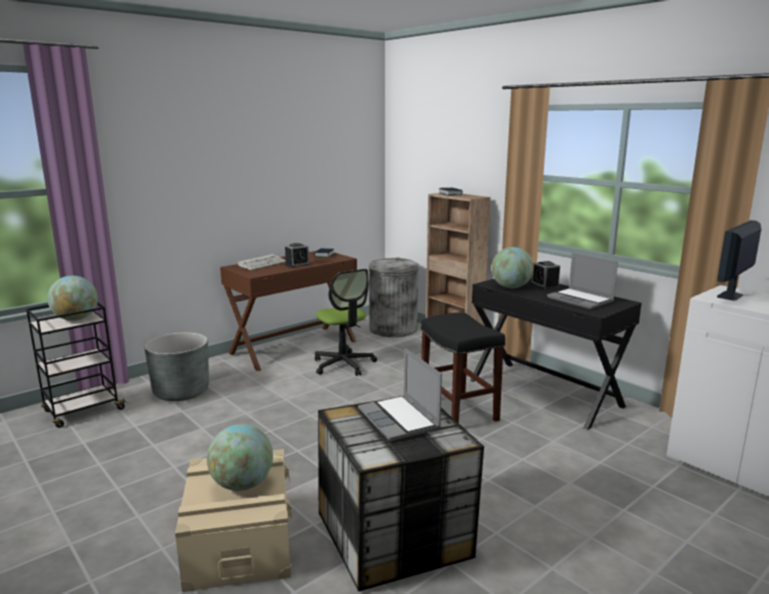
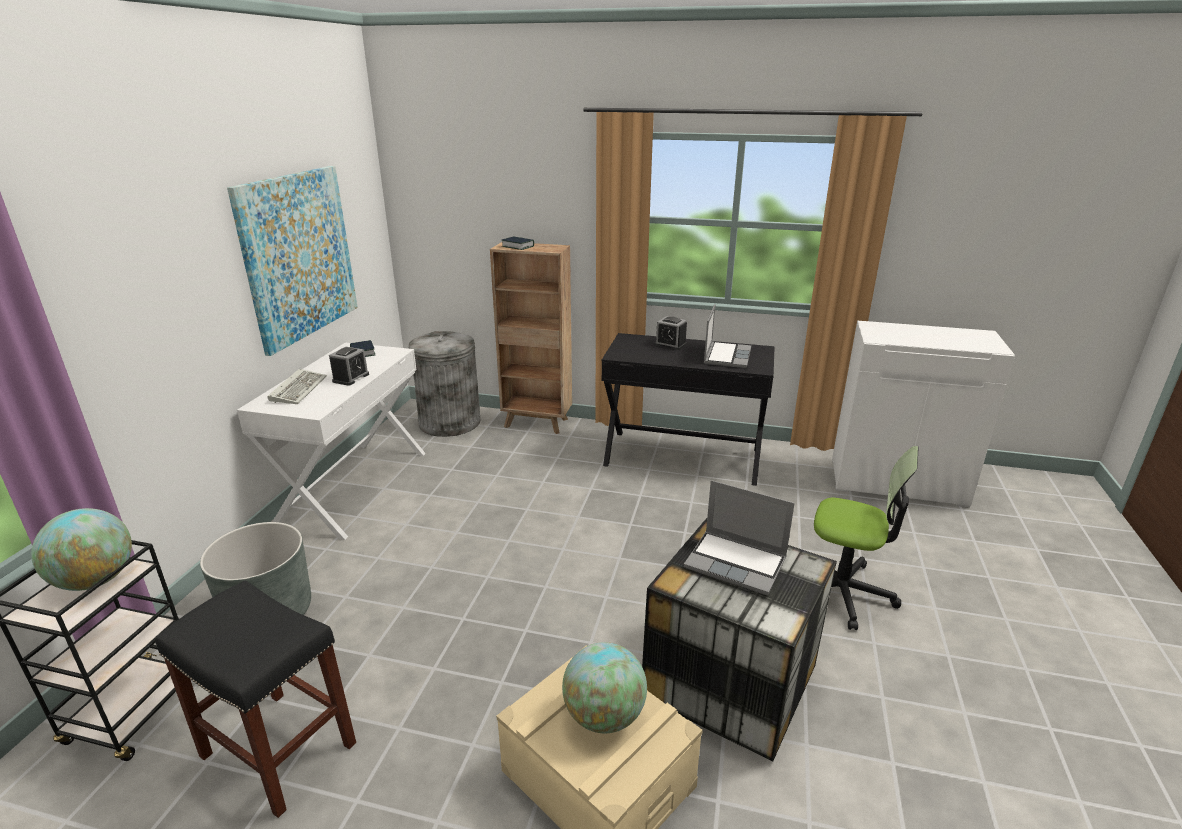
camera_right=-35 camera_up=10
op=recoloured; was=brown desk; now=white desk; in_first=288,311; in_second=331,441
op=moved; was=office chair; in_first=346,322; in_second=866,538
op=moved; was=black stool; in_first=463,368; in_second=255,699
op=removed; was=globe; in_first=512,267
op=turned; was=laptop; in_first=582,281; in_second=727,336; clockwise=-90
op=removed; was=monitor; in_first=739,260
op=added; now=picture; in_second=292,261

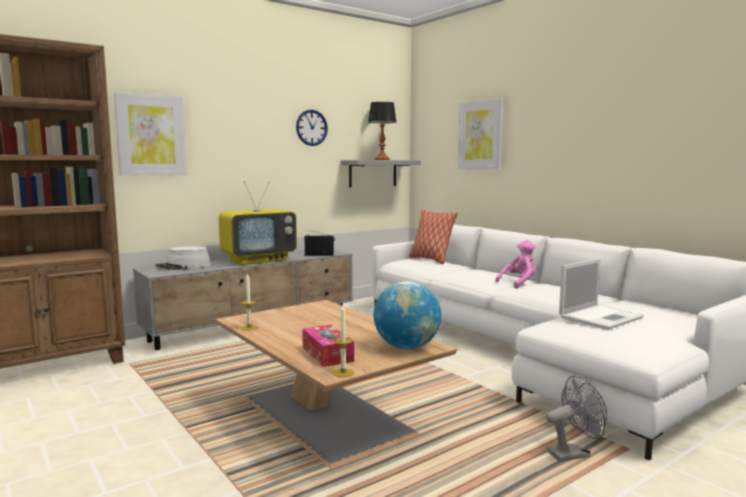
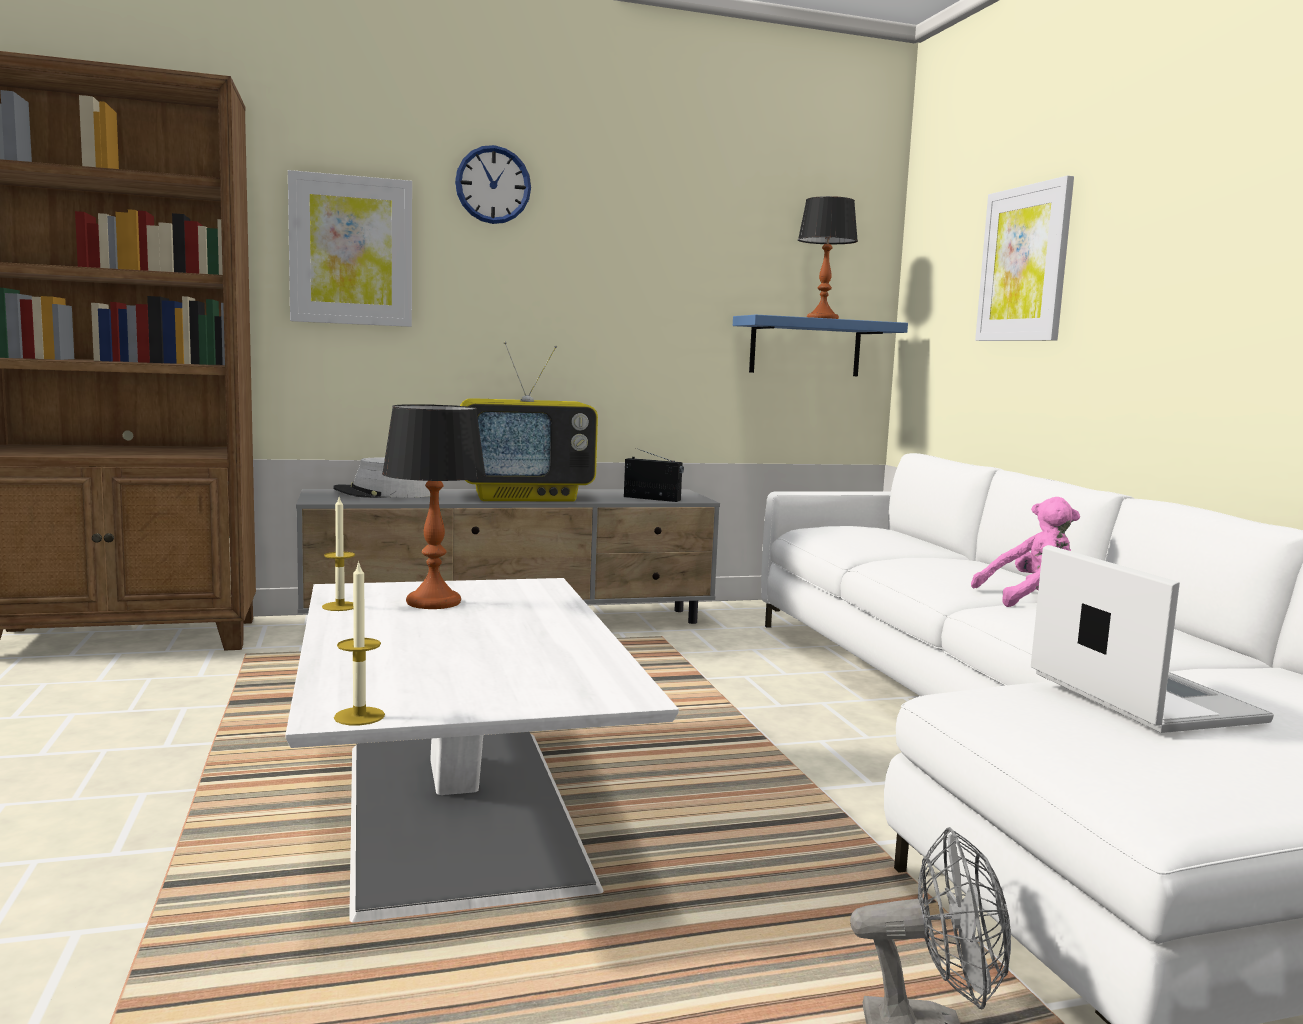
camera_right=20 camera_up=0
op=recoloured; was=brown coffee table; now=white coffee table; in_first=337,384; in_second=482,750
op=moved; was=wall clock; in_first=312,127; in_second=493,184
op=removed; was=tissue box; in_first=328,346
op=recoloured; was=grey shelf; now=blue shelf; in_first=381,173; in_second=820,345
op=removed; was=globe; in_first=408,315
op=removed; was=pillow; in_first=433,236
op=turned; was=laptop; in_first=601,294; in_second=1152,639; clockwise=-90
op=added; now=table lamp; in_second=434,506

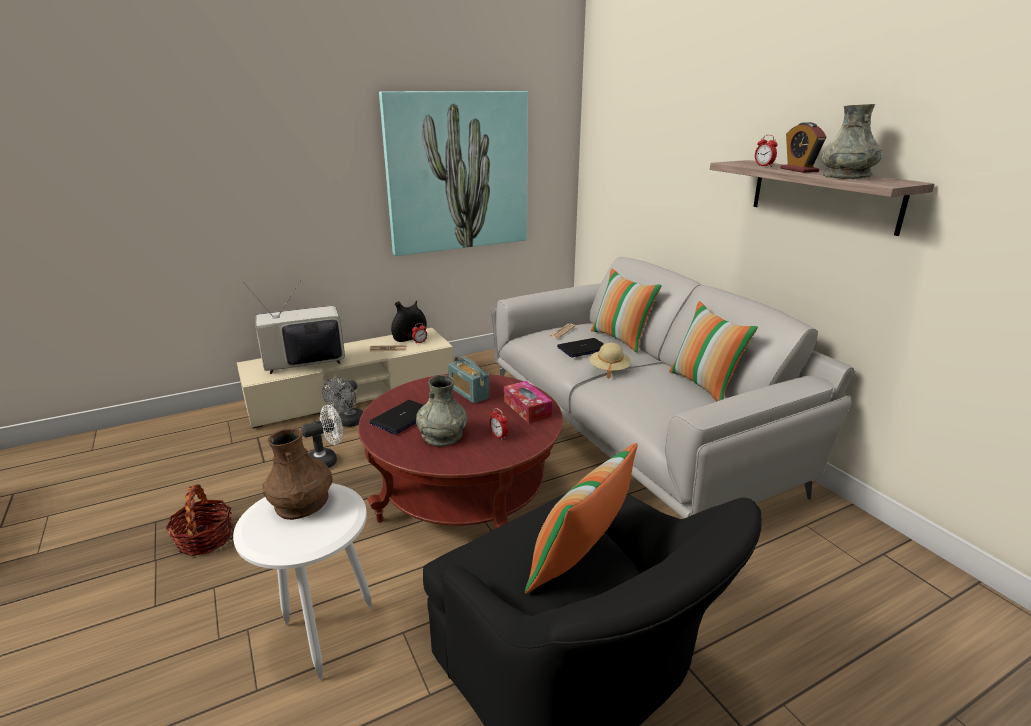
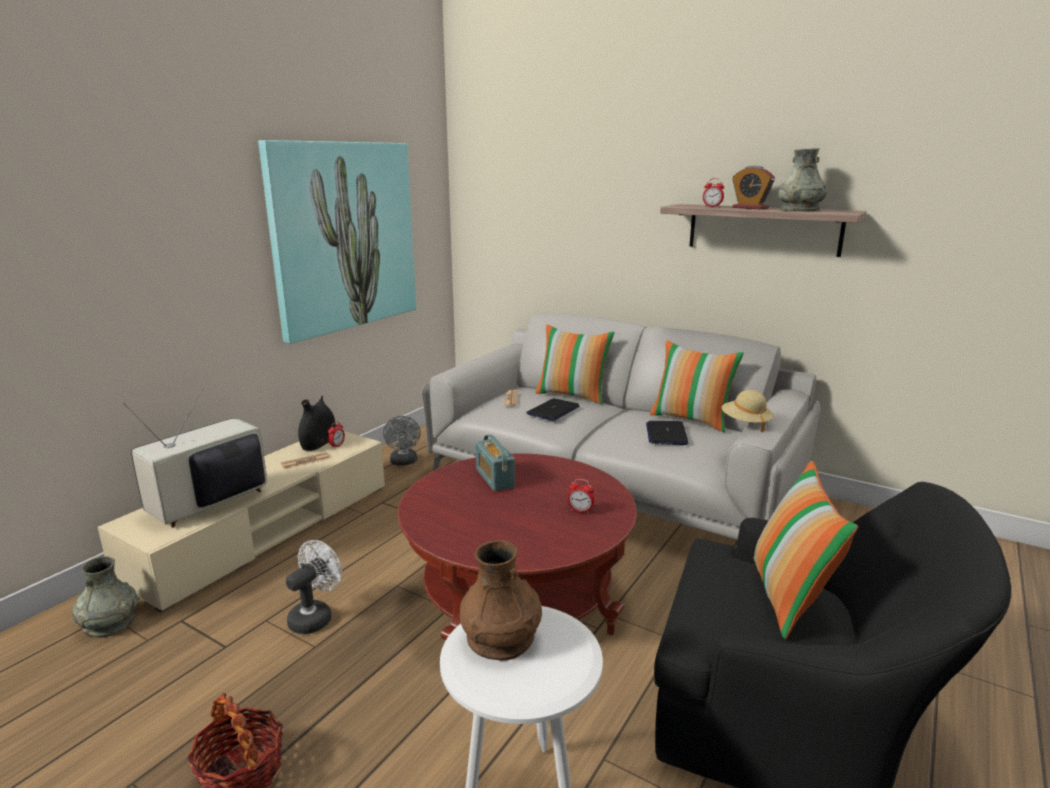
camera_right=-30 camera_up=-5
op=moved; was=grey fan; in_first=342,402; in_second=402,441
op=moved; was=laptop; in_first=396,417; in_second=667,433
op=moved; was=grey vase; in_first=441,411; in_second=105,597
op=turned; was=radio; in_first=468,379; in_second=495,462; clockwise=45
op=removed; was=tissue box; in_first=528,402
op=moved; was=beige hat; in_first=610,361; in_second=748,411

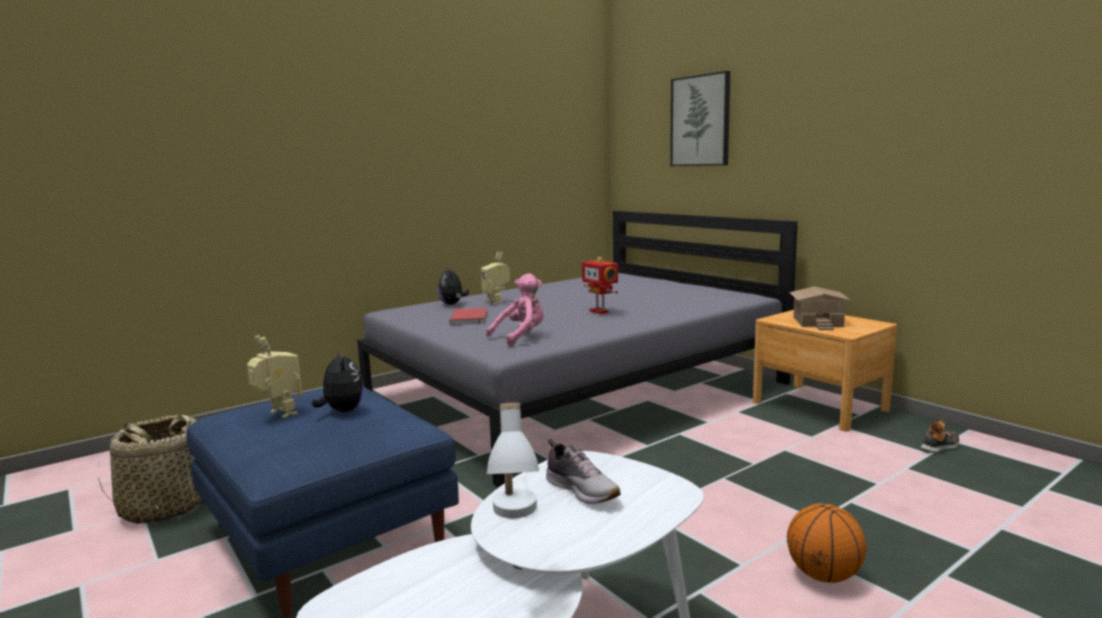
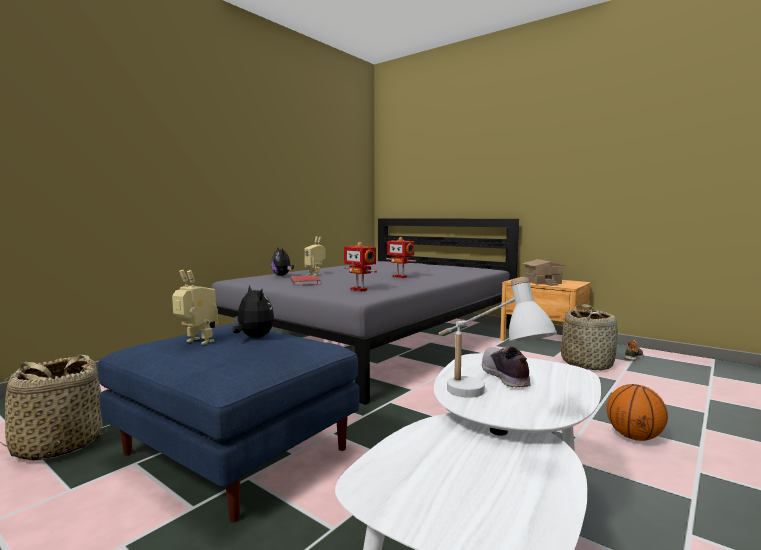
camera_right=-15 camera_up=-5
op=replaced; was=pink plush toy; now=toy robot; in_first=515,309; in_second=360,267
op=turned; was=shoe; in_first=583,471; in_second=506,366; clockwise=-135
op=removed; was=picture; in_first=700,118
op=added; now=basket; in_second=589,337

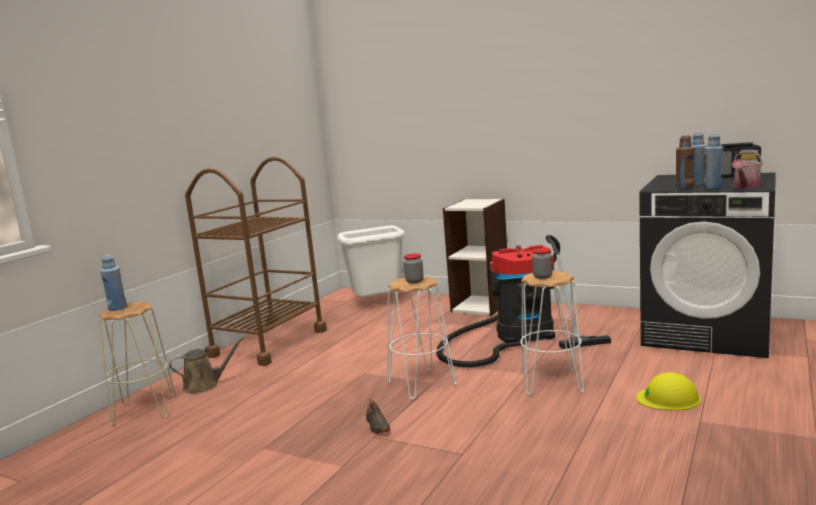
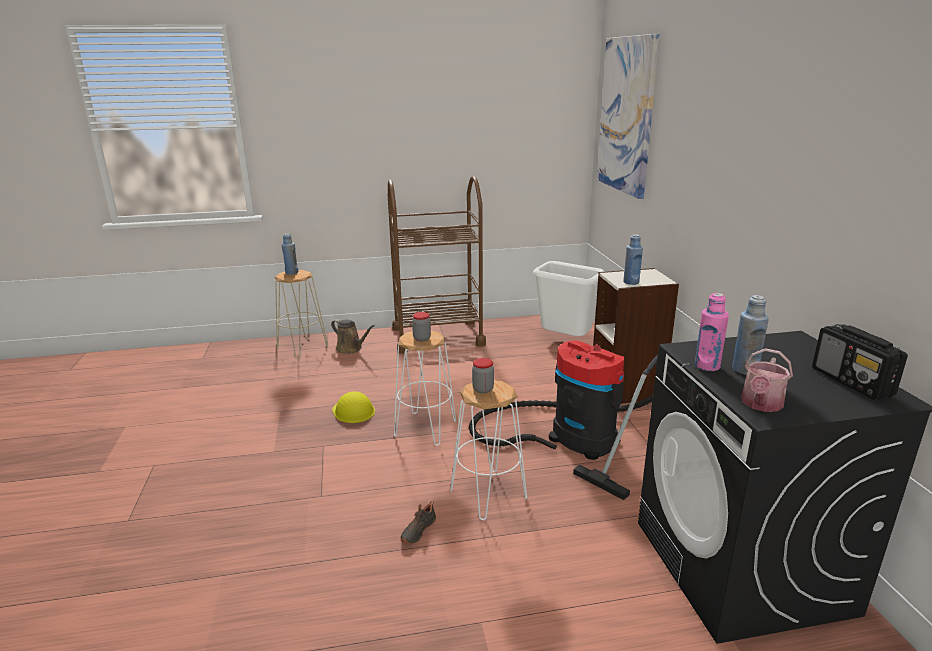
camera_right=50 camera_up=10
op=moved; was=black shoe; in_first=378,416; in_second=418,522
op=moved; was=yellow hard hat; in_first=668,391; in_second=353,407
op=recoloured; was=brown bottle; now=pink bottle; in_first=685,162; in_second=712,332
op=moved; was=blue bottle; in_first=713,161; in_second=633,259
op=turned; was=watering can; in_first=747,169; in_second=767,380; clockwise=-60
op=added; now=picture; in_second=628,116

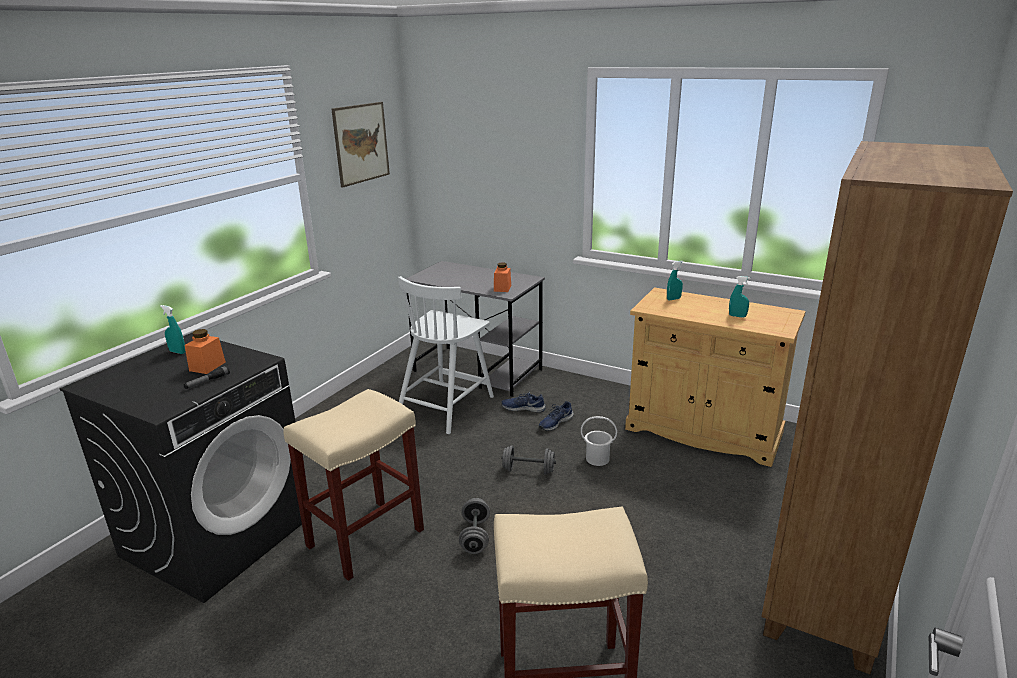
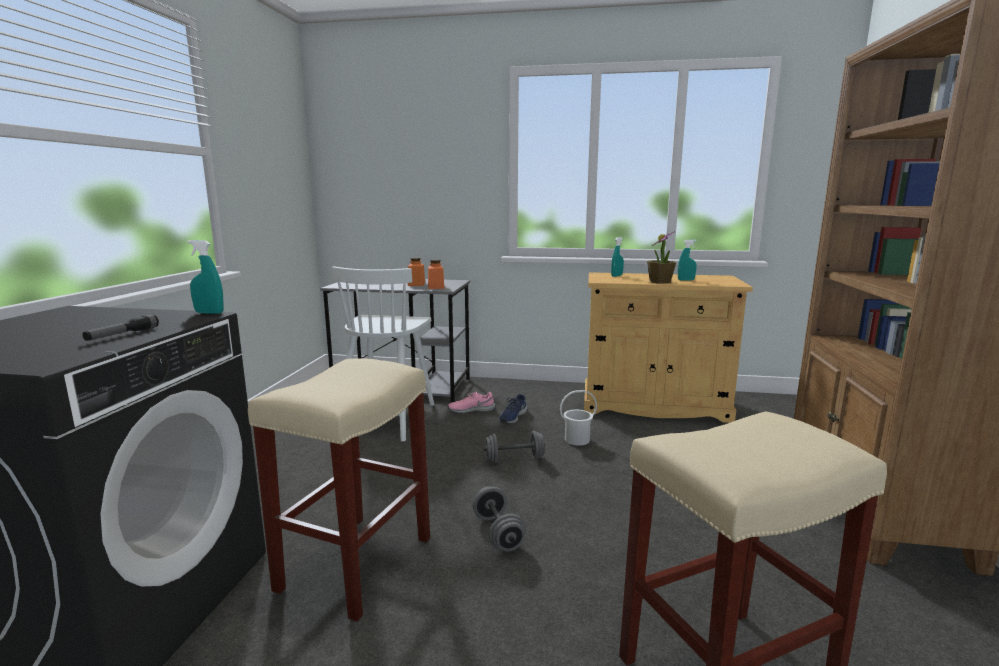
camera_right=-20 camera_up=-10
op=moved; was=turquoise spray bottle; in_first=173,329; in_second=205,277
op=moved; was=orange jar; in_first=205,351; in_second=416,271
op=removed; was=picture; in_first=360,145
op=recoloured; was=blue shoe; now=pink shoe; in_first=523,401; in_second=471,402
op=added; now=potted plant; in_second=661,257

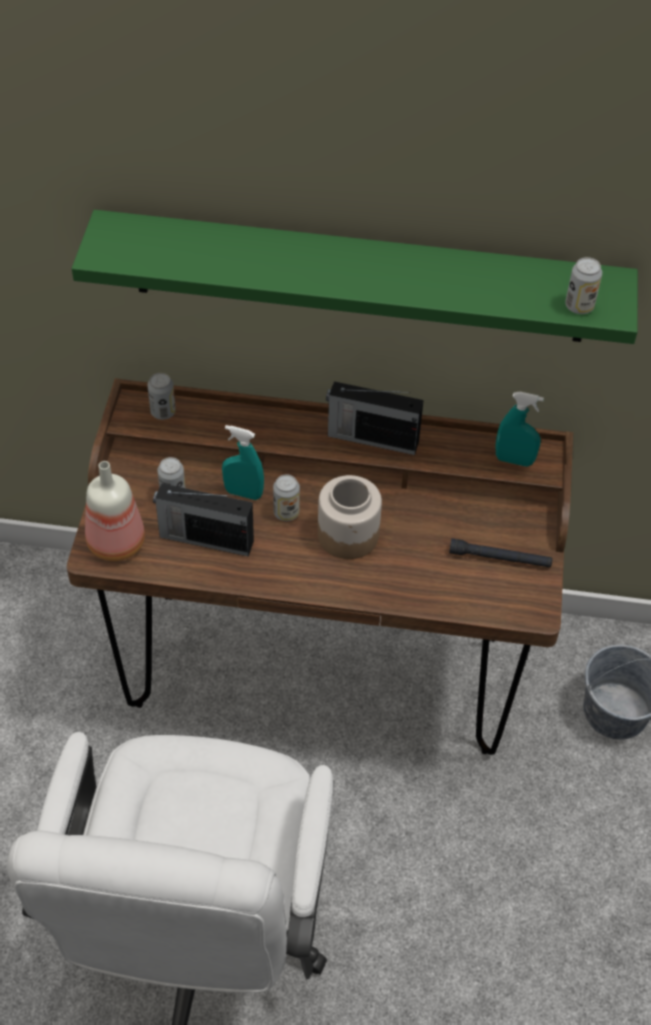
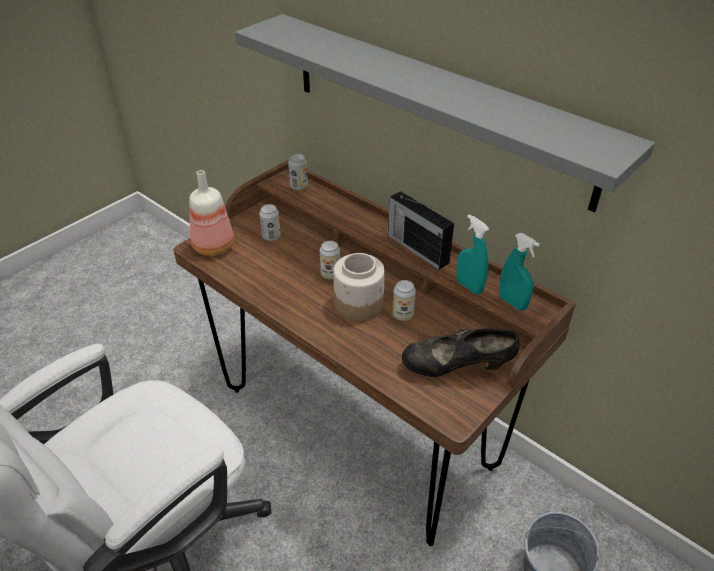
camera_right=35 camera_up=-10
op=recoloured; was=green shelf; now=grey shelf; in_first=355,277; in_second=445,113
op=removed; was=radio; in_first=203,520
op=moved; was=turquoise spray bottle; in_first=243,462; in_second=472,255
op=replaced; was=black flashlight; now=black shoe; in_first=501,553; in_second=461,352
op=moved; was=can; in_first=583,285; in_second=404,300

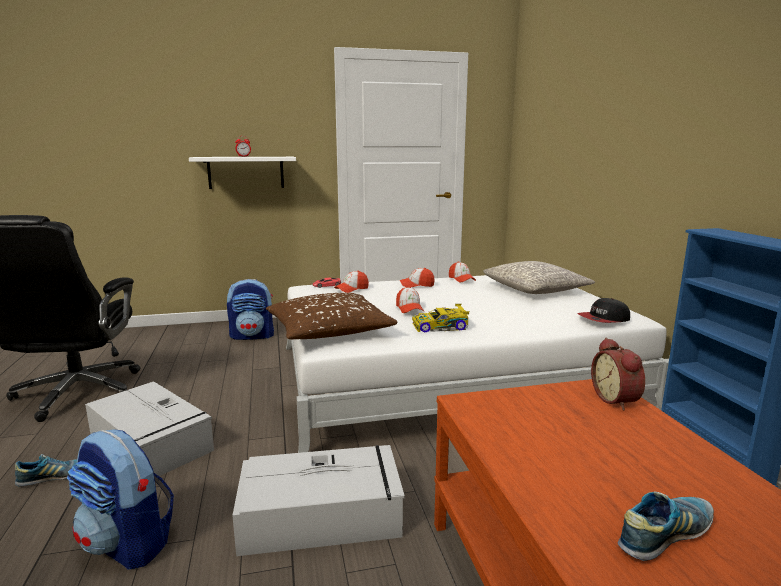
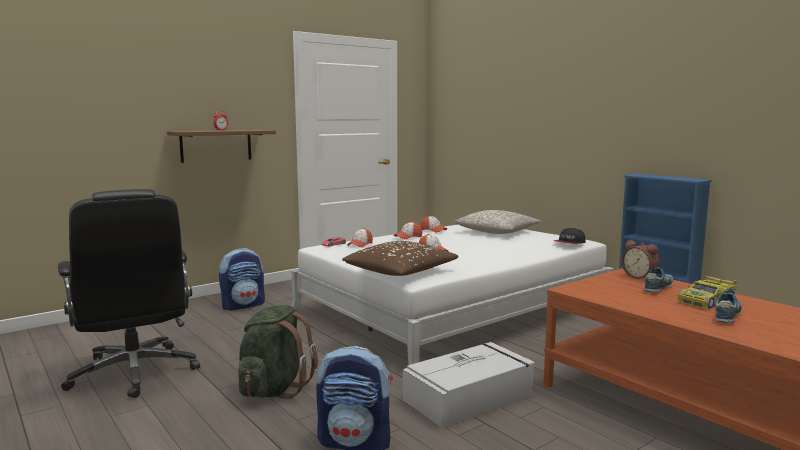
camera_right=-25 camera_up=-5
op=moved; was=shoe; in_first=46,470; in_second=658,280
op=replaced; was=grey storage box; now=green backpack; in_first=149,428; in_second=278,352
op=recoloured; was=white shelf; now=brown shelf; in_first=242,173; in_second=221,146
op=moved; was=toy car; in_first=441,318; in_second=707,291

